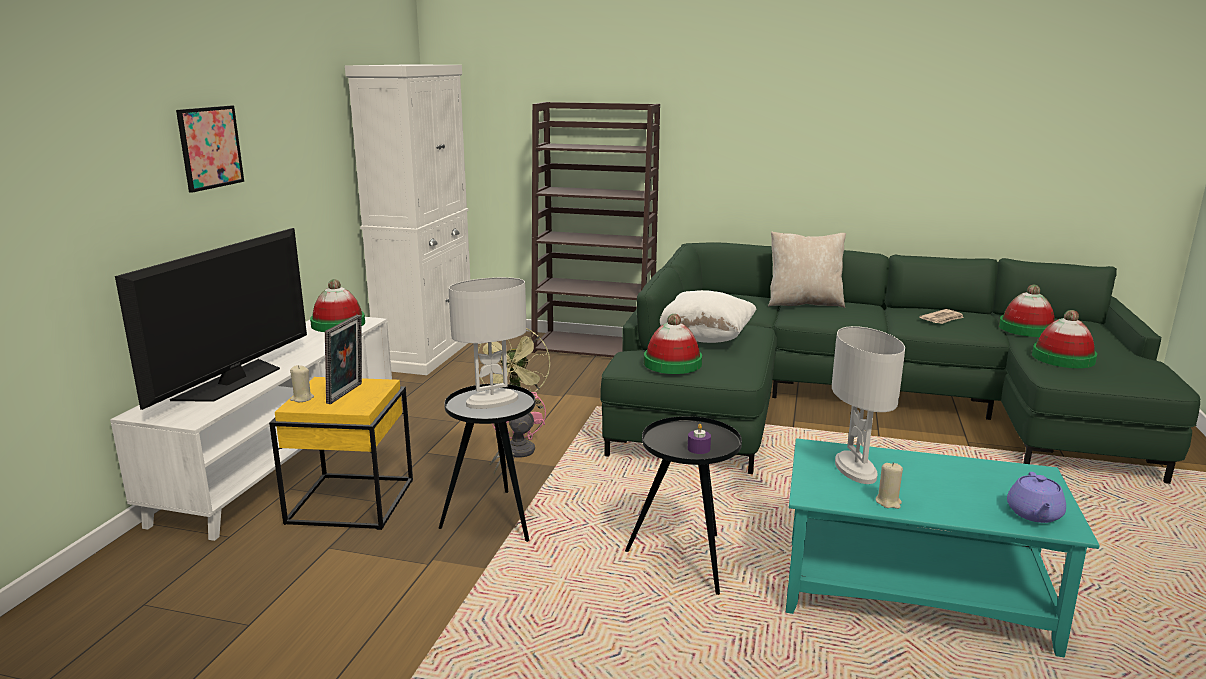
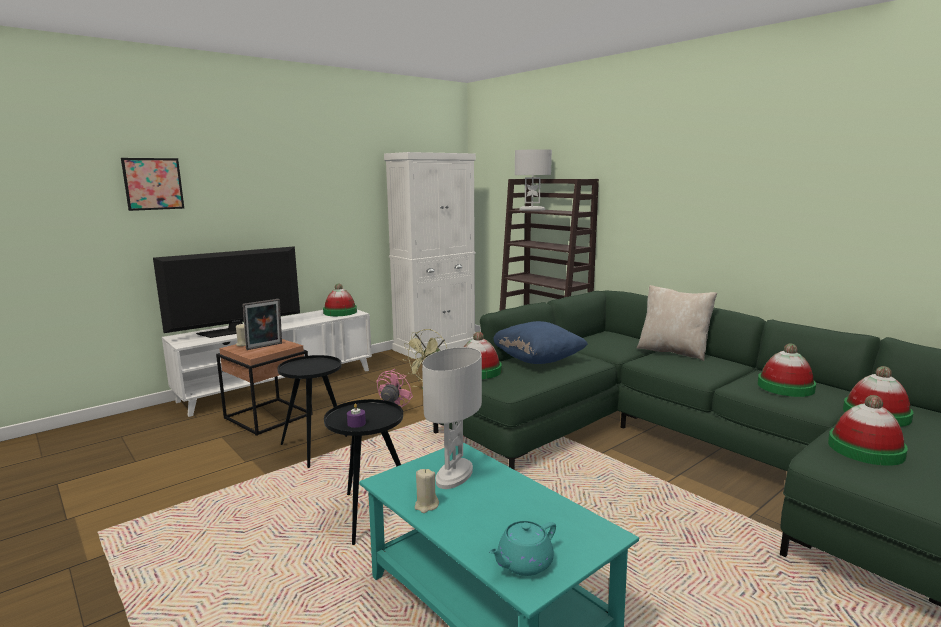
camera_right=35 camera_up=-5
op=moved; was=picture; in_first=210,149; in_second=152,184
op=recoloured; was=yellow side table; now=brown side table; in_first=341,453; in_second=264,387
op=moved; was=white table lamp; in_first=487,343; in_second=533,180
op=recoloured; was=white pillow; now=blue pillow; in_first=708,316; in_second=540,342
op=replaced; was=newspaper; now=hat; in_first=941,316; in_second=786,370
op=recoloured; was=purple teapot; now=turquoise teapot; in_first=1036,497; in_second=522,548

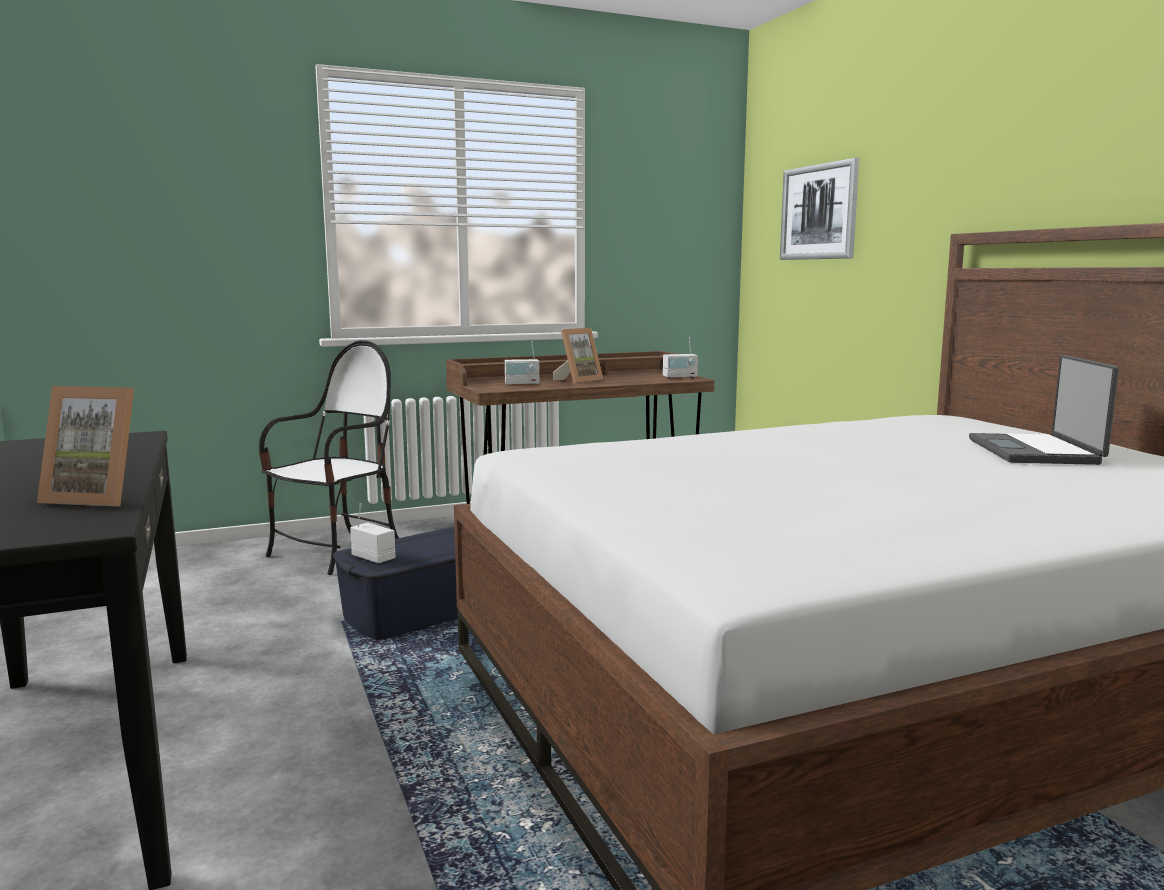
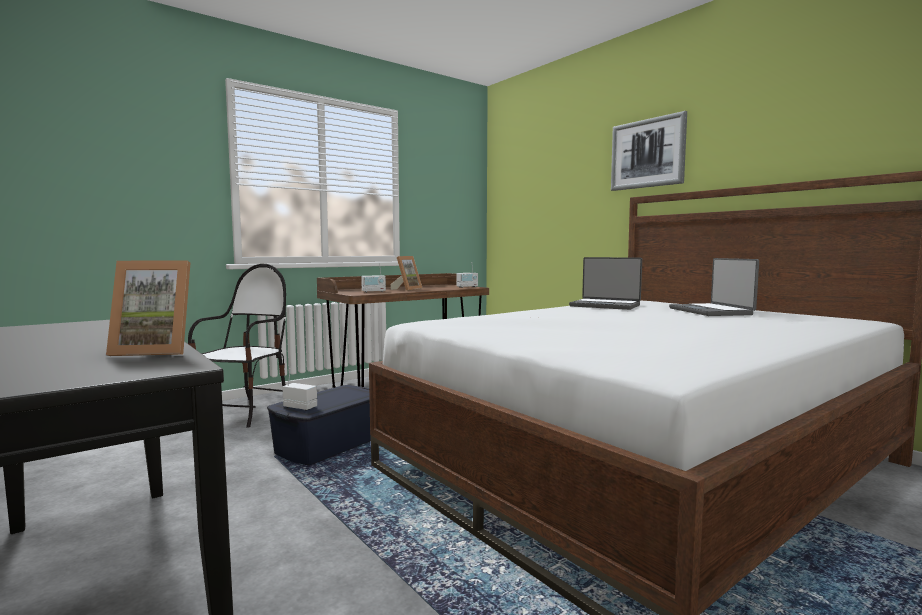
camera_right=-15 camera_up=-5
op=moved; was=picture; in_first=819,209; in_second=649,151
op=added; now=laptop; in_second=605,283

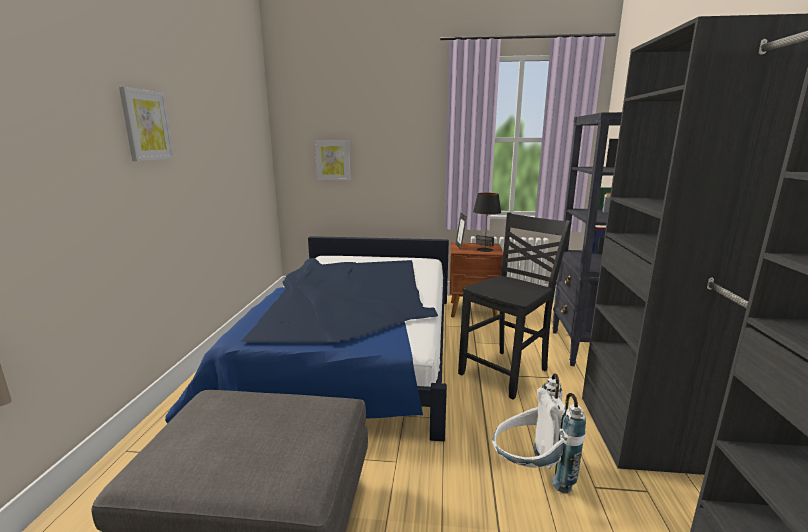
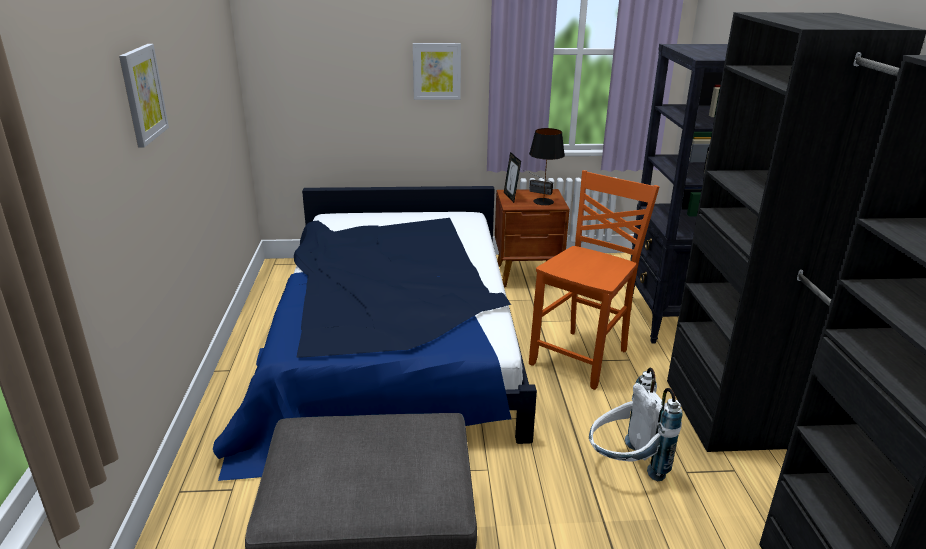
camera_right=-10 camera_up=10
op=moved; was=picture; in_first=333,160; in_second=437,71
op=recoloured; was=black chair; now=orange chair; in_first=515,306; in_second=594,280

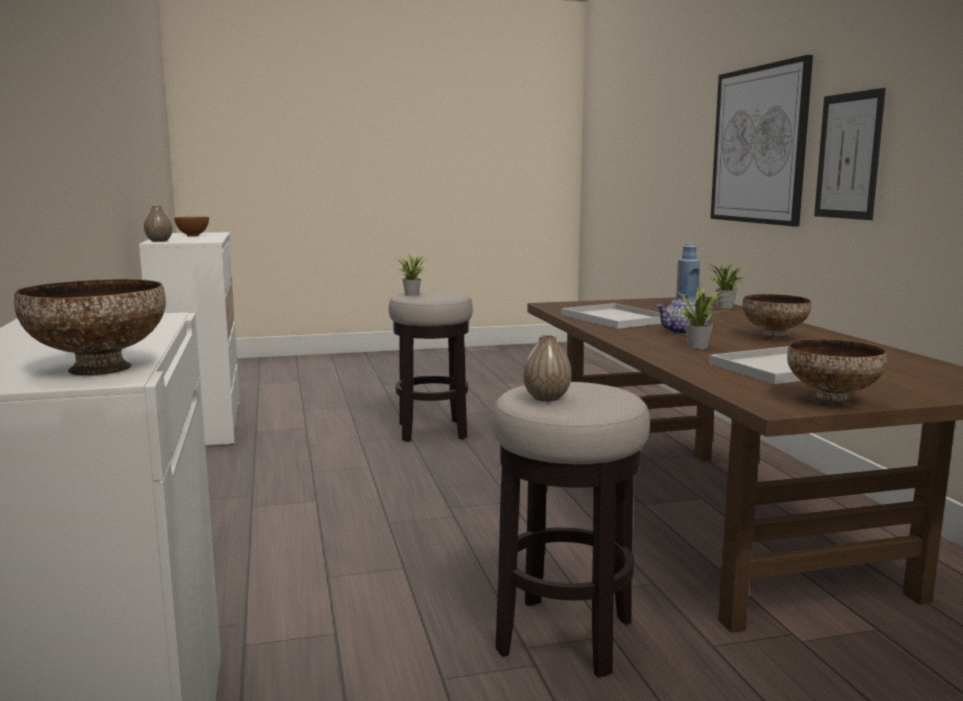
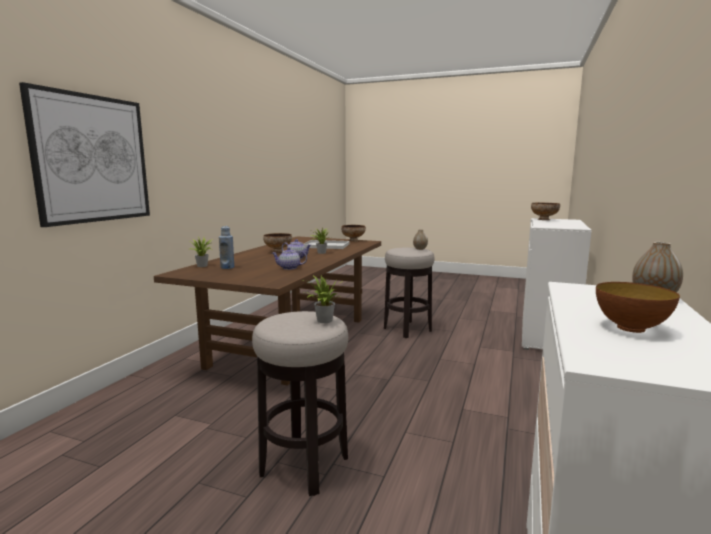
camera_right=-145 camera_up=0
op=replaced; was=white tray; now=teapot; in_first=611,316; in_second=289,258
op=removed; was=picture; in_first=850,154

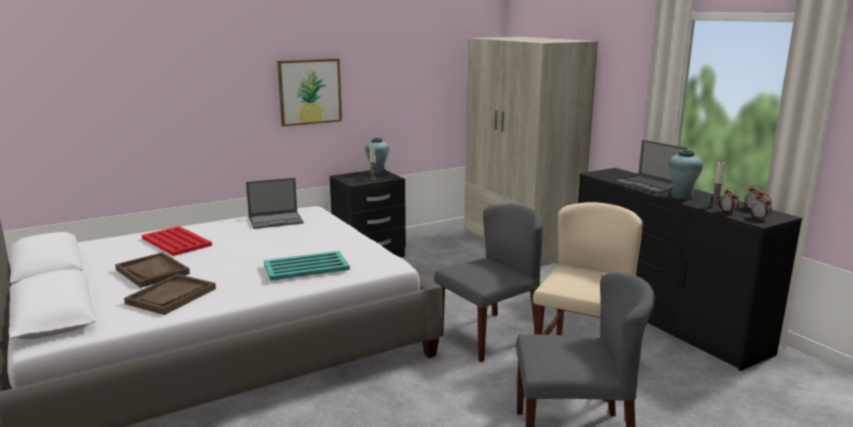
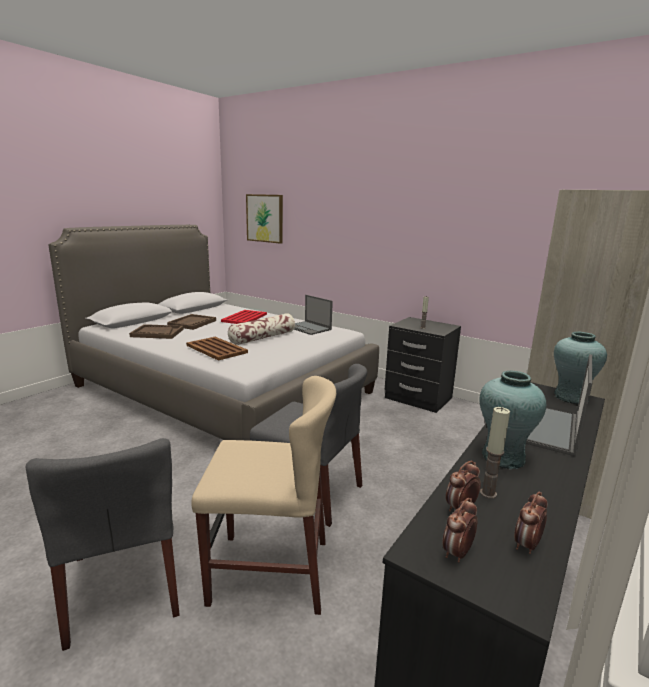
camera_right=65 camera_up=0
op=recoloured; was=turquoise tray; now=brown tray; in_first=307,266; in_second=217,349
op=moved; was=picture; in_first=309,92; in_second=264,219
op=moved; was=turquoise vase; in_first=377,156; in_second=580,368
op=added; now=pillow; in_second=261,329

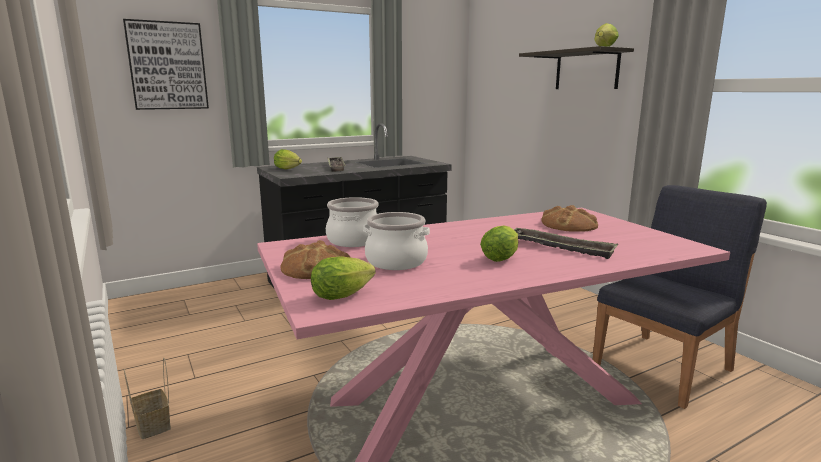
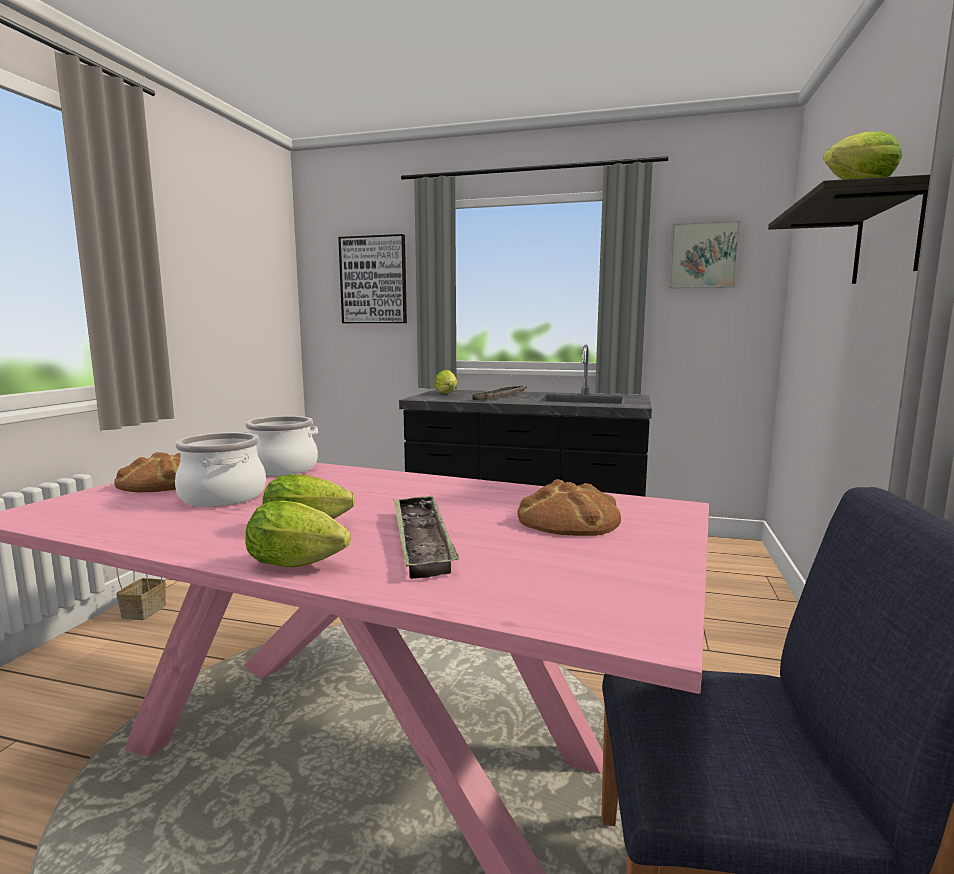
camera_right=45 camera_up=-5
op=moved; was=lettuce; in_first=343,278; in_second=298,534
op=added; now=picture; in_second=705,254

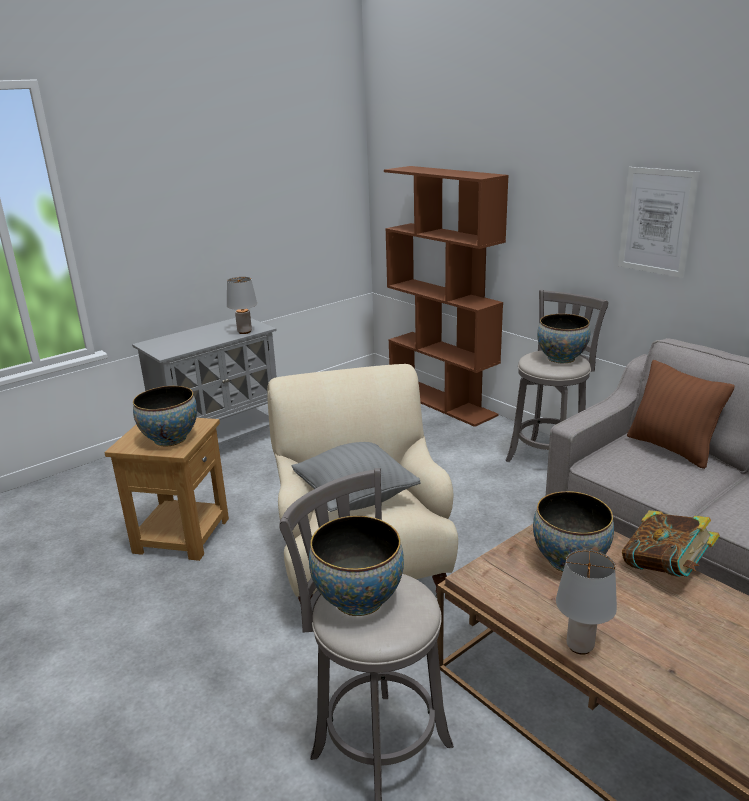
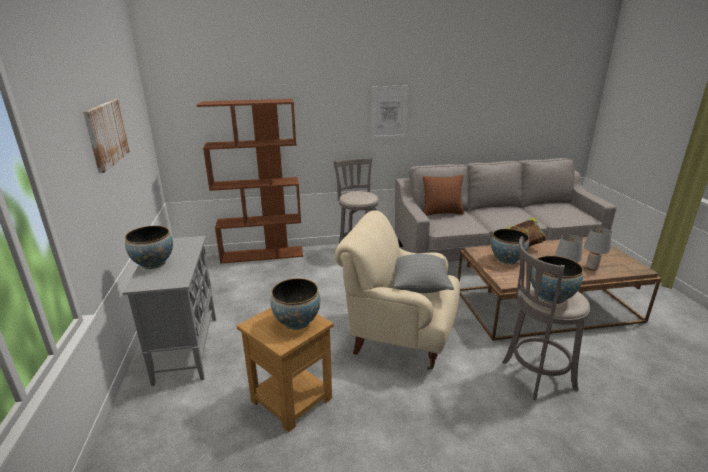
camera_right=-60 camera_up=0
op=moved; was=grey table lamp; in_first=242,305; in_second=598,249
op=moved; was=bowl; in_first=563,338; in_second=149,247
op=added; now=picture; in_second=106,136

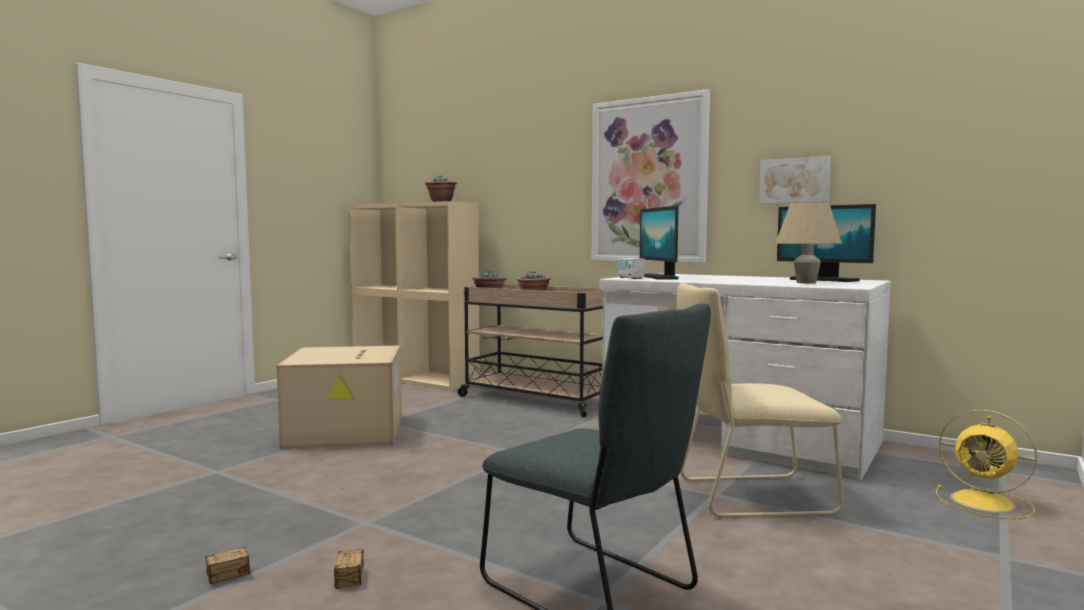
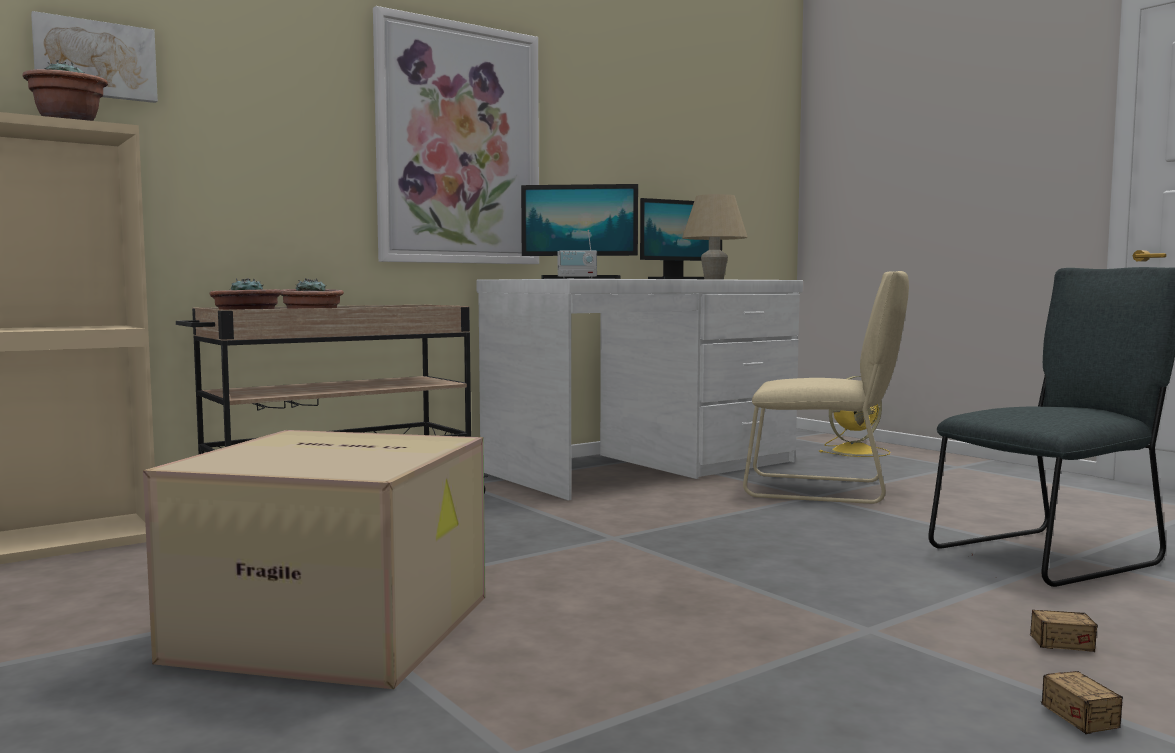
camera_right=-70 camera_up=0
op=turned; was=beige chair; in_first=760,400; in_second=826,387; clockwise=-90
op=moved; was=picture; in_first=795,180; in_second=94,57

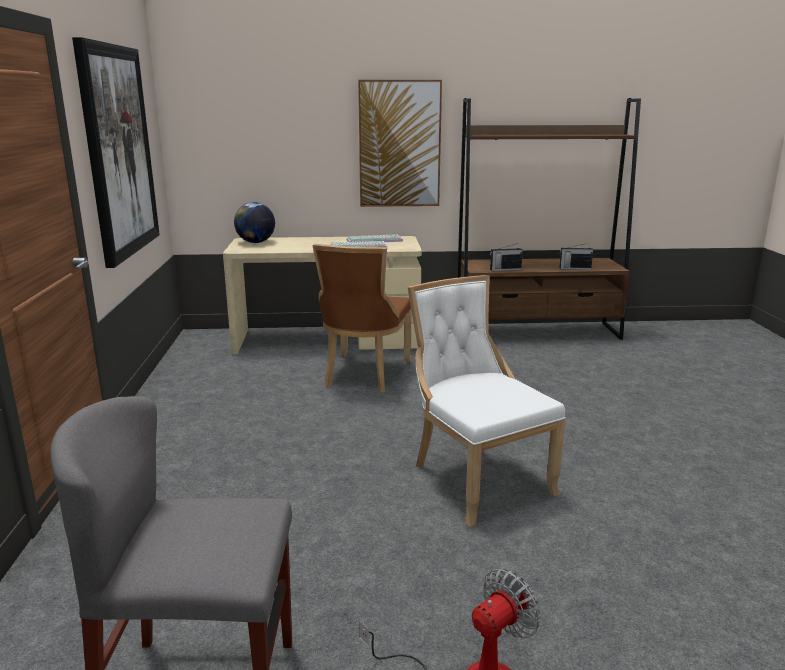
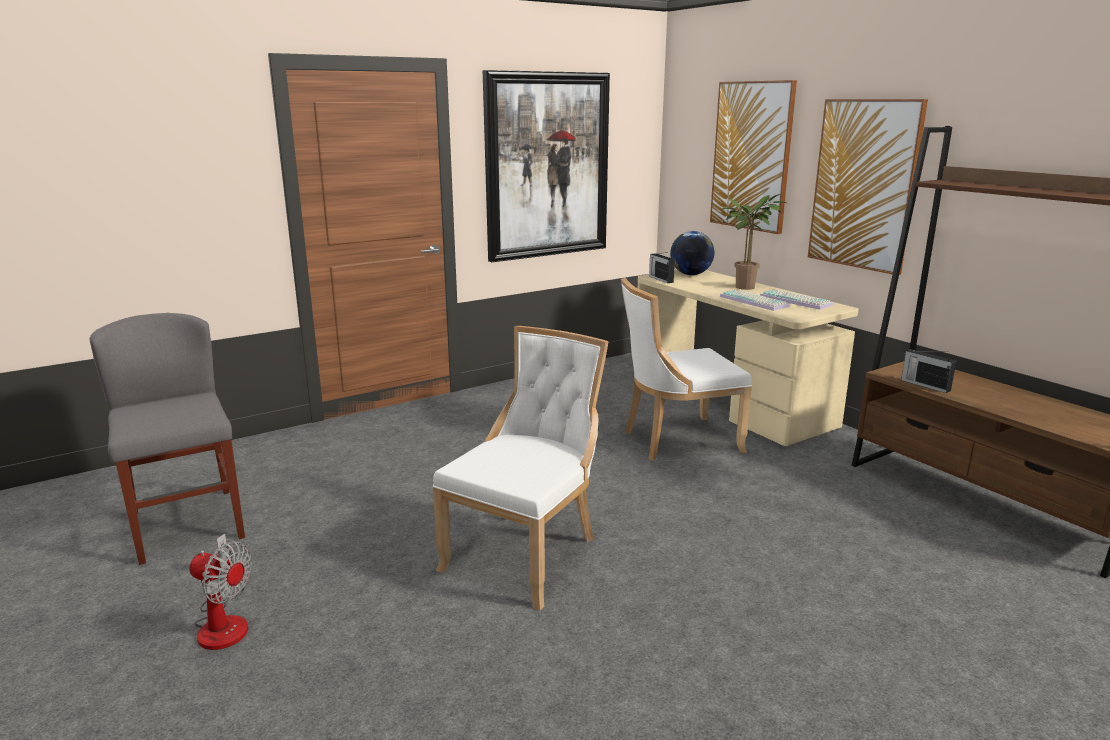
camera_right=60 camera_up=0
op=recoloured; was=brown chair; now=white chair; in_first=362,318; in_second=686,369
op=moved; was=radio; in_first=576,257; in_second=662,267
op=added; now=picture; in_second=753,157
op=added; now=potted plant; in_second=754,242

